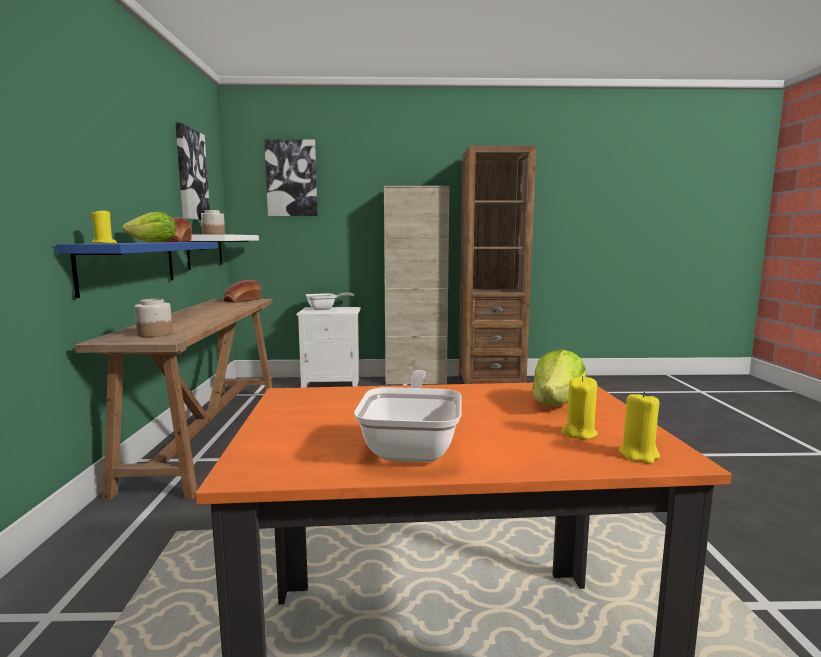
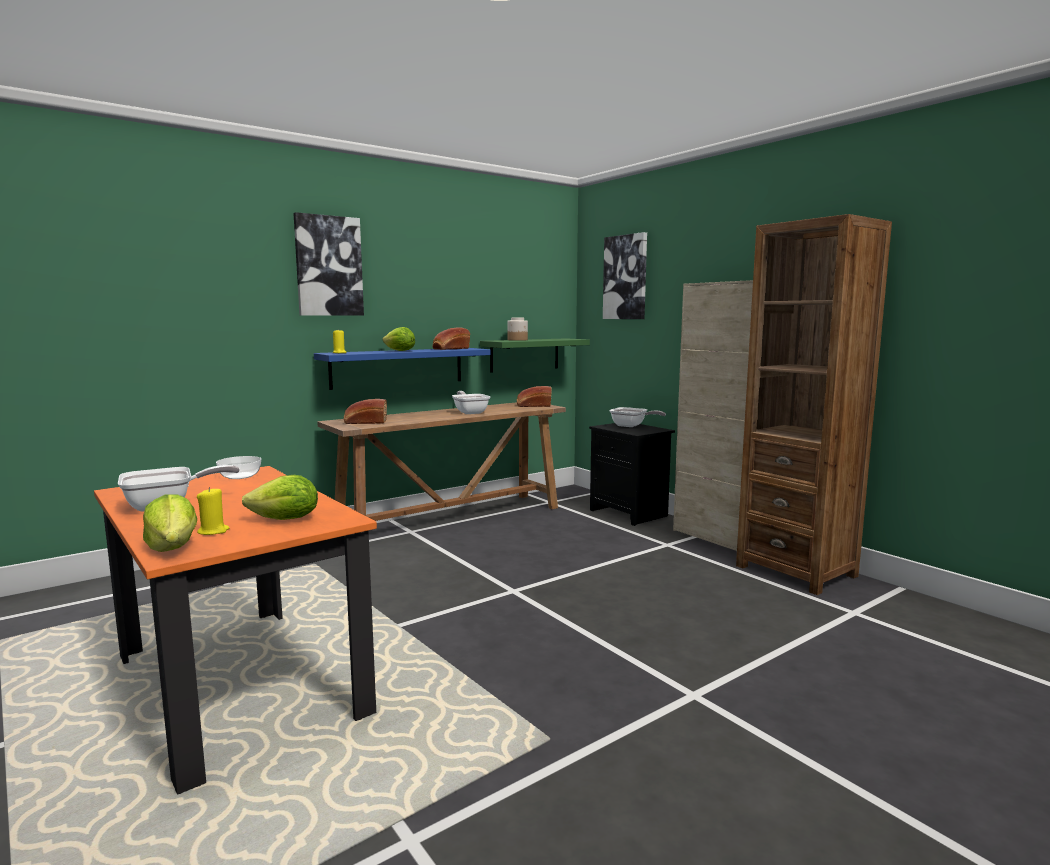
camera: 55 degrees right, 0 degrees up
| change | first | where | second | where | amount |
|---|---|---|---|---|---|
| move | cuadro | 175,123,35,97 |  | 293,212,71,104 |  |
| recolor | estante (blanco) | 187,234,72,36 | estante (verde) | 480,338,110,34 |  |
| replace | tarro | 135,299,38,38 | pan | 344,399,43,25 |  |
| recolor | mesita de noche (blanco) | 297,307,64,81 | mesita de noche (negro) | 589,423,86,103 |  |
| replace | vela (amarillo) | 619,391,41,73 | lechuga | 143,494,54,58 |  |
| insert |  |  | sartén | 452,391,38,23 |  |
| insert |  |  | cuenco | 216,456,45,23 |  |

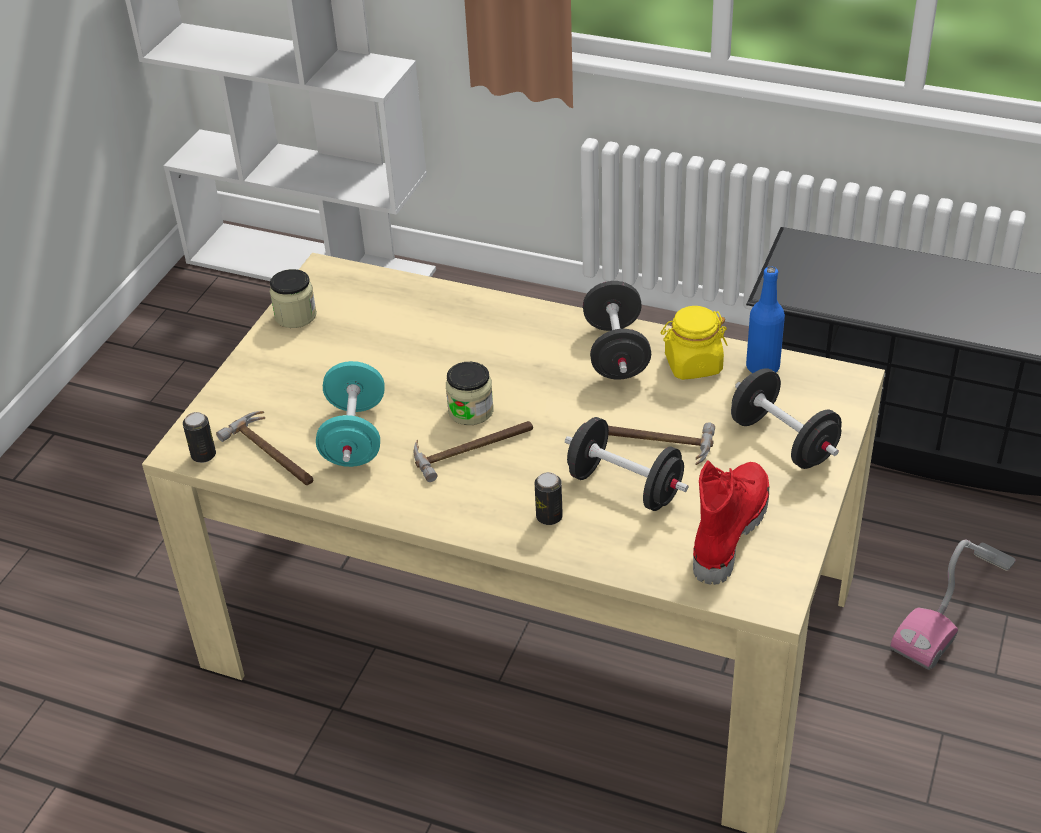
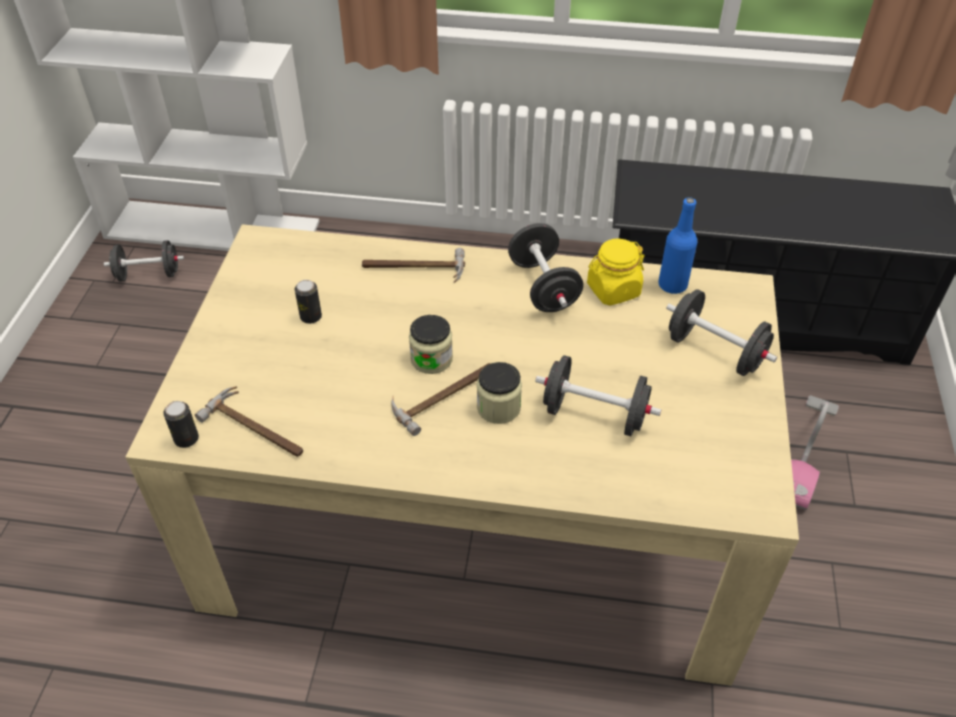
camera: 15 degrees left, 5 degrees up
| change | first | where | second | where | amount |
|---|---|---|---|---|---|
| move | tarro | 270,269,47,59 |  | 477,362,45,62 |  |
| delete | mancuerna (turquesa) | 316,361,69,106 |  |  |  |
| move | martillo | 608,422,107,43 |  | 362,248,103,35 |  |
| delete | bota (rojo) | 693,460,76,125 |  |  |  |
| move | lata | 535,472,28,53 |  | 295,280,27,44 |  |
| insert |  |  | mancuerna (negro) | 104,240,80,42 |  |

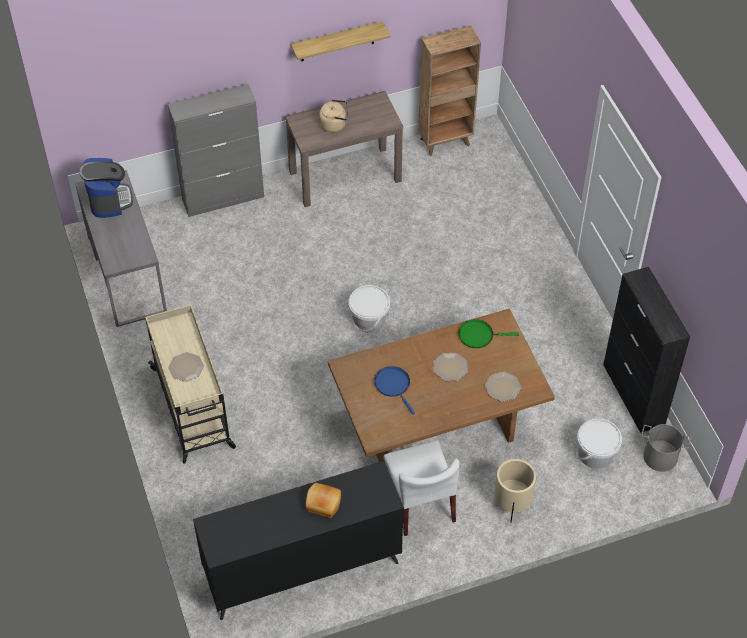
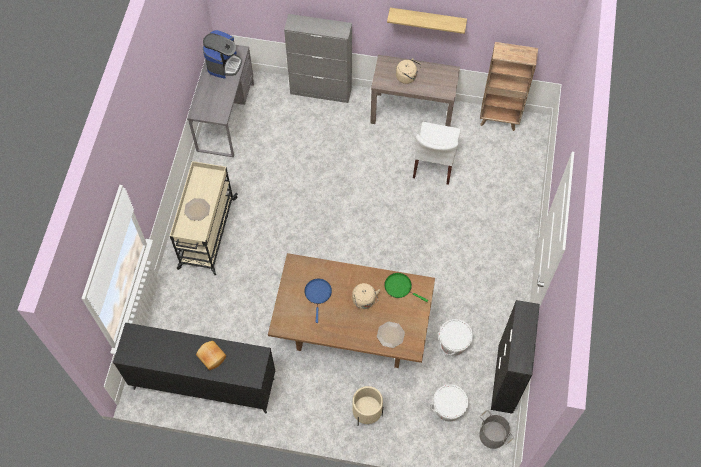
camera: 30 degrees right, 10 degrees up
| change | first | where | second | where | amount |
|---|---|---|---|---|---|
| move | cubo (blanco) | 348,285,42,48 |  | 439,319,34,37 |  |
| replace | plato | 433,353,35,28 | hervidor (beis) | 352,283,28,26 |  |
| move | silla (blanco) | 383,441,77,95 |  | 413,122,48,63 |  |

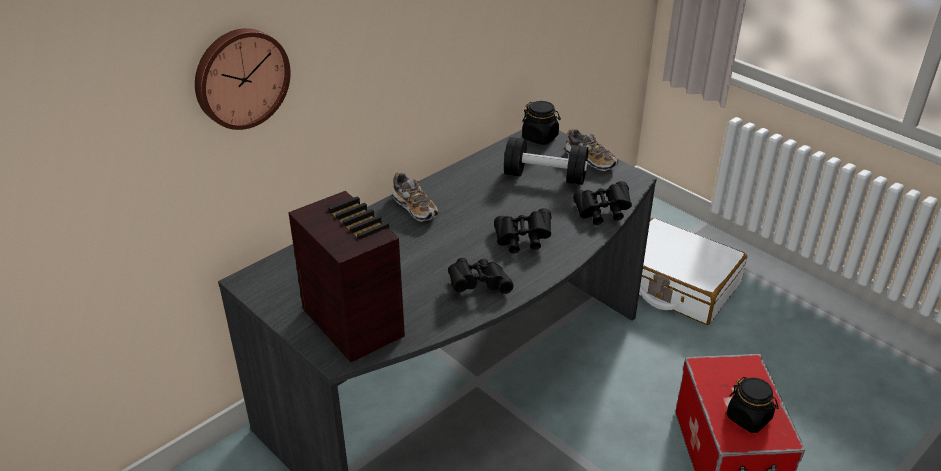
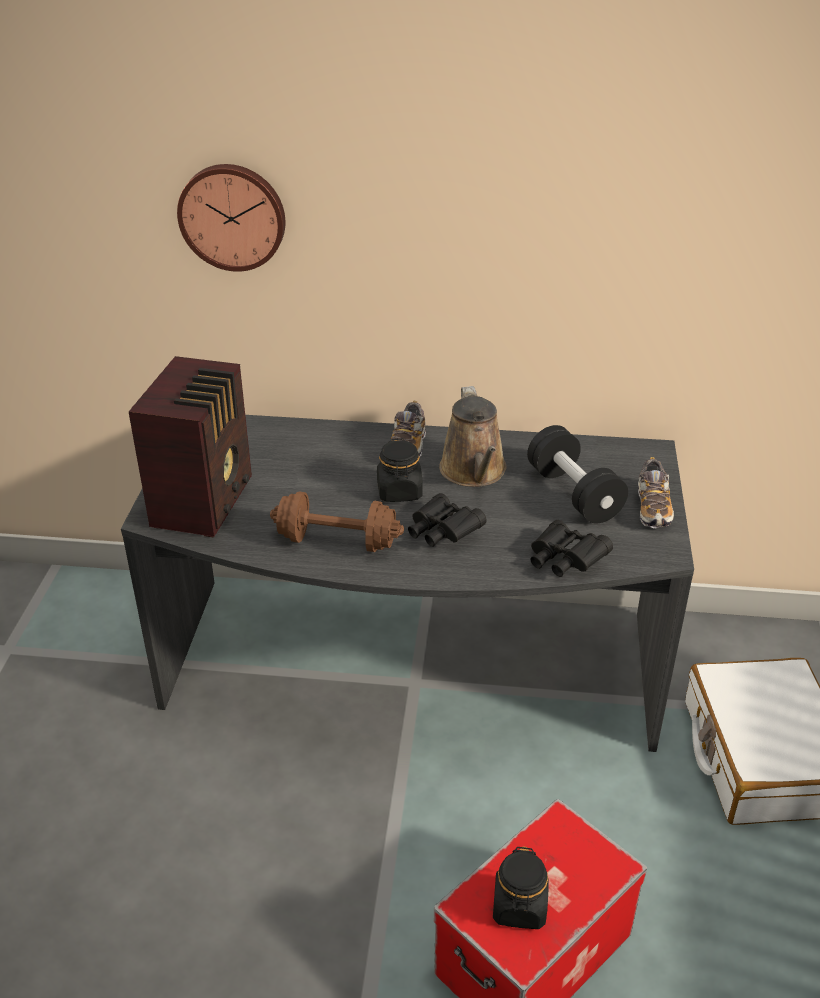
camera: 50 degrees right, 0 degrees up
| change | first | where | second | where | amount |
|---|---|---|---|---|---|
| move | tarro (negro) | 522,101,39,44 |  | 377,438,46,64 |  |
| replace | prismáticos (negro) | 448,258,65,36 | mancuerna (marrón) | 270,491,134,61 |  |
| insert |  |  | regadera (marrón) | 439,386,68,101 |  |

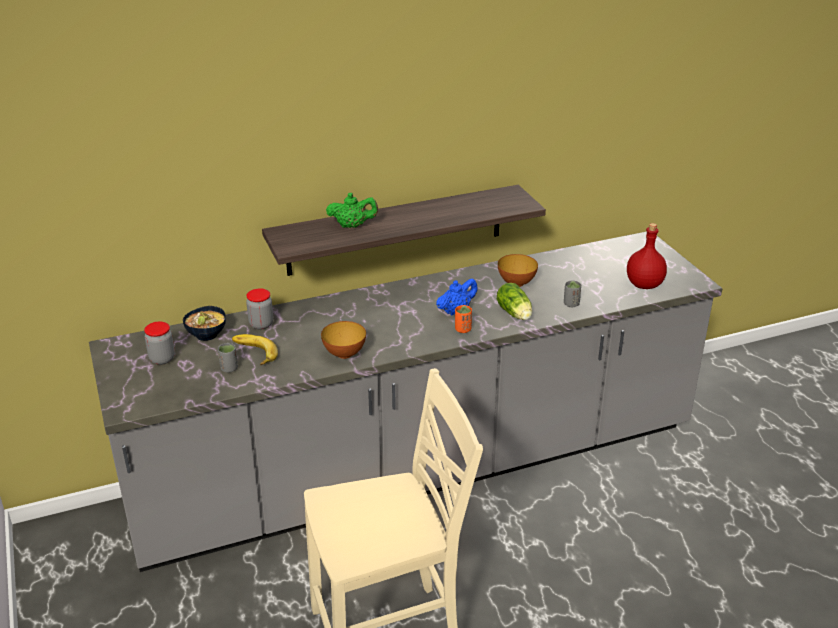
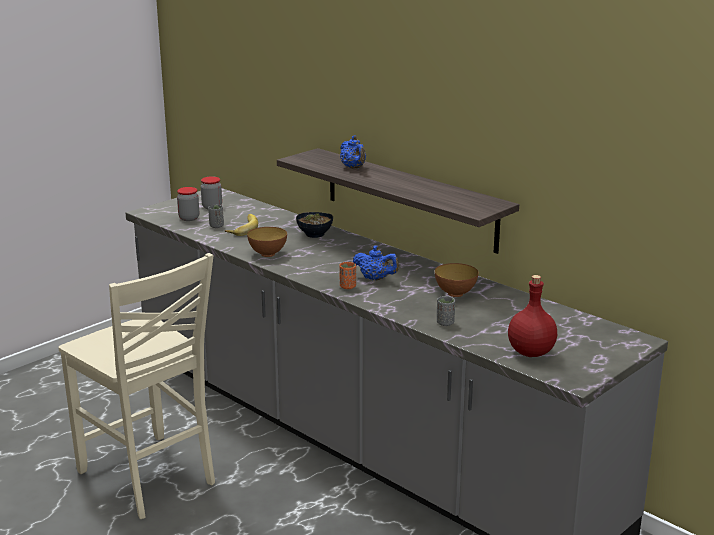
camera: 65 degrees right, 10 degrees down
| change | first | where | second | where | amount |
|---|---|---|---|---|---|
| recolor | tetera (verde) | 326,193,52,35 | tetera (azul) | 340,135,26,34 |  |
| delete | lechuga | 497,283,35,37 |  |  |  |
| move | tarro | 246,288,27,41 |  | 177,187,22,34 |  |
| move | cuenco | 183,306,43,35 |  | 296,212,37,26 |  |

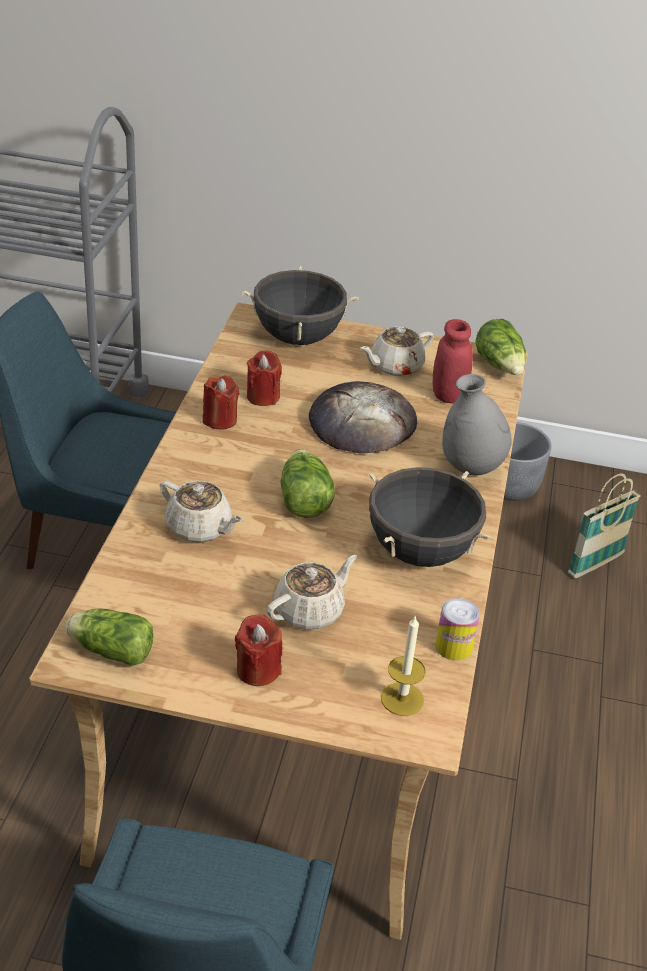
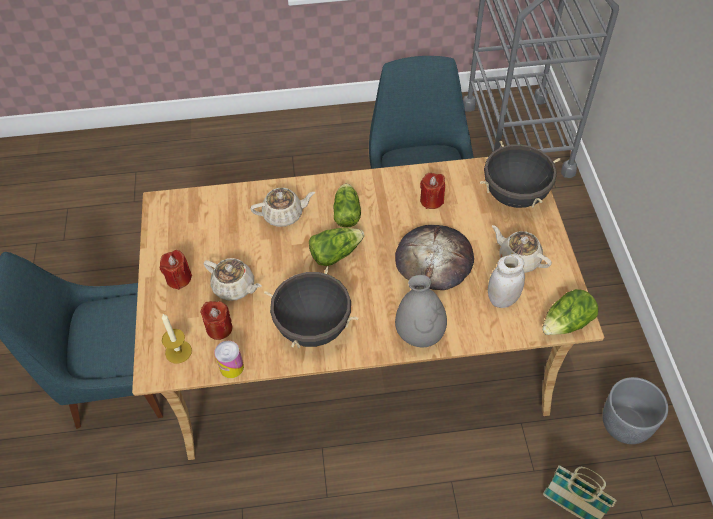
camera: 75 degrees right, 15 degrees up
| change | first | where | second | where | amount |
|---|---|---|---|---|---|
| recolor | tarro (rojo) | 433,319,40,84 | tarro (blanco) | 488,254,37,54 |  |
| move | vela (rojo) | 202,375,37,55 |  | 200,301,32,39 |  |
| rotate | tetera (beis) | 160,480,84,62 |  | 250,188,66,39 | 120 degrees counterclockwise |
| move | lechuga | 66,609,87,57 |  | 333,184,28,44 |  |

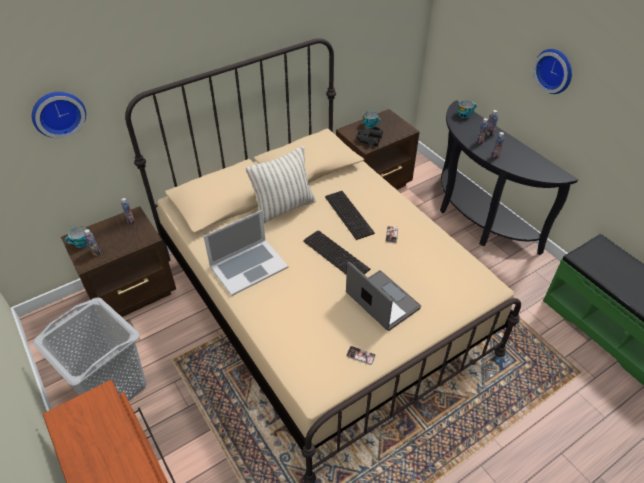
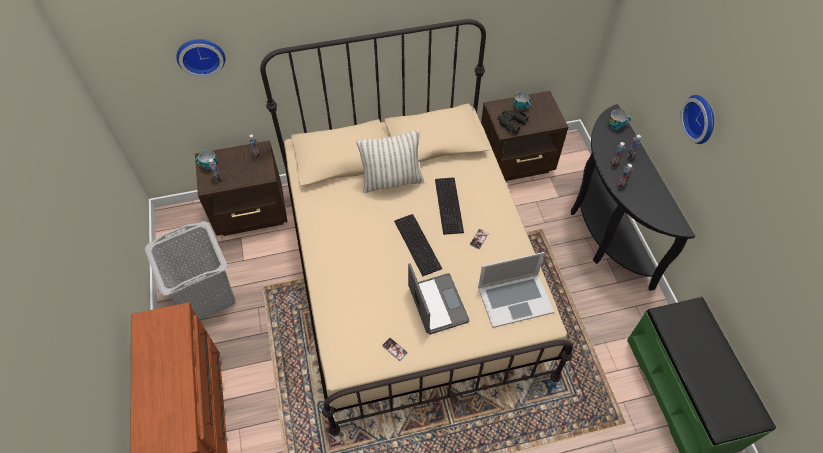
camera: 20 degrees right, 10 degrees up
| change | first | where | second | where | amount |
|---|---|---|---|---|---|
| move | portátil | 203,210,85,86 |  | 478,252,76,76 |  |

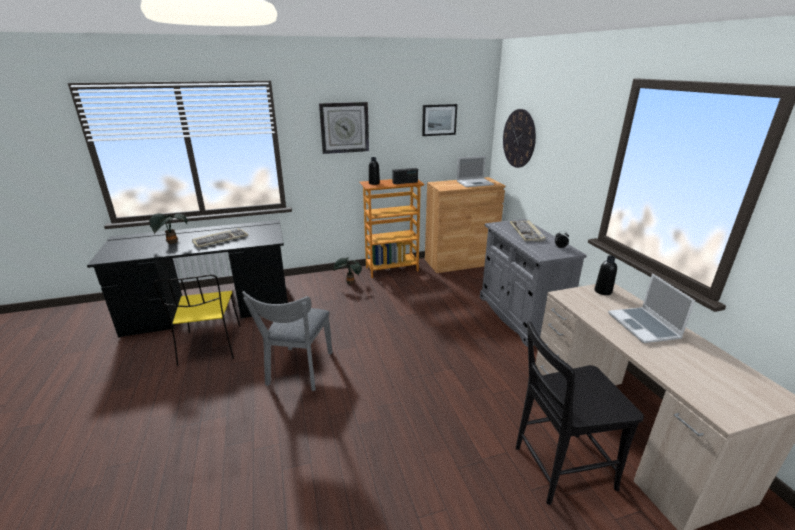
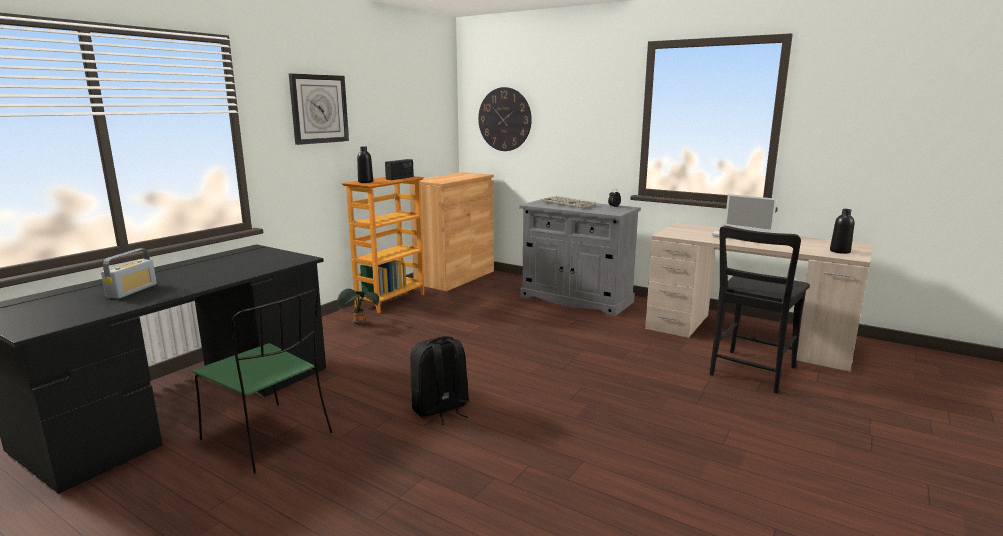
camera: 40 degrees left, 10 degrees down
| change | first | where | second | where | amount |
|---|---|---|---|---|---|
| delete | cuadro | 422,104,35,32 |  |  |  |
| delete | portátil | 457,156,37,31 |  |  |  |
| replace | planta en maceta | 149,213,38,31 | radio | 101,249,56,50 |  |
| delete | teclado | 192,228,56,20 |  |  |  |
| move | botella (negro) | 595,256,22,39 |  | 830,209,24,45 |  |
| recolor | silla (amarillo) | 154,275,87,91 | silla (verde) | 192,289,140,185 |  |
| replace | silla (gris) | 242,291,91,100 | mochila (negro) | 410,336,60,89 |  |

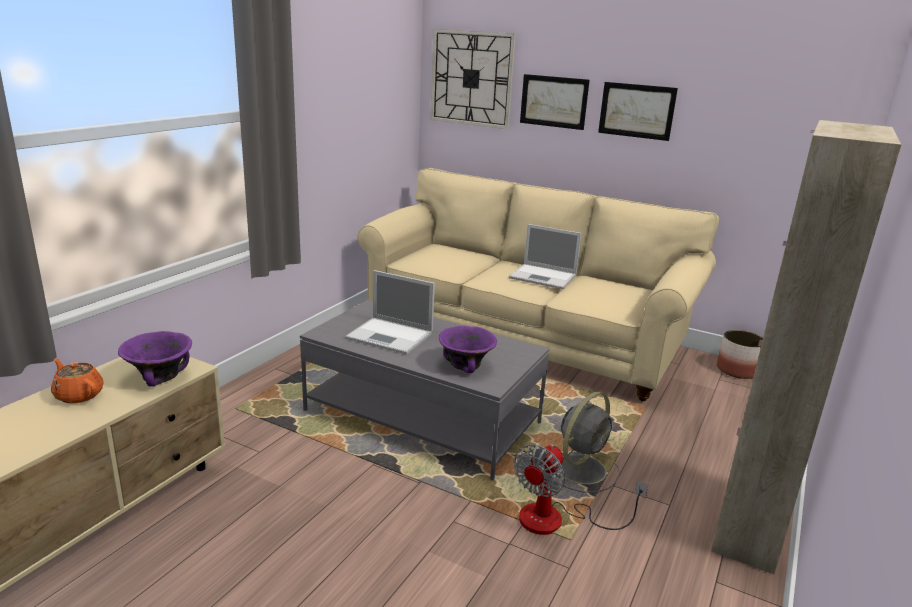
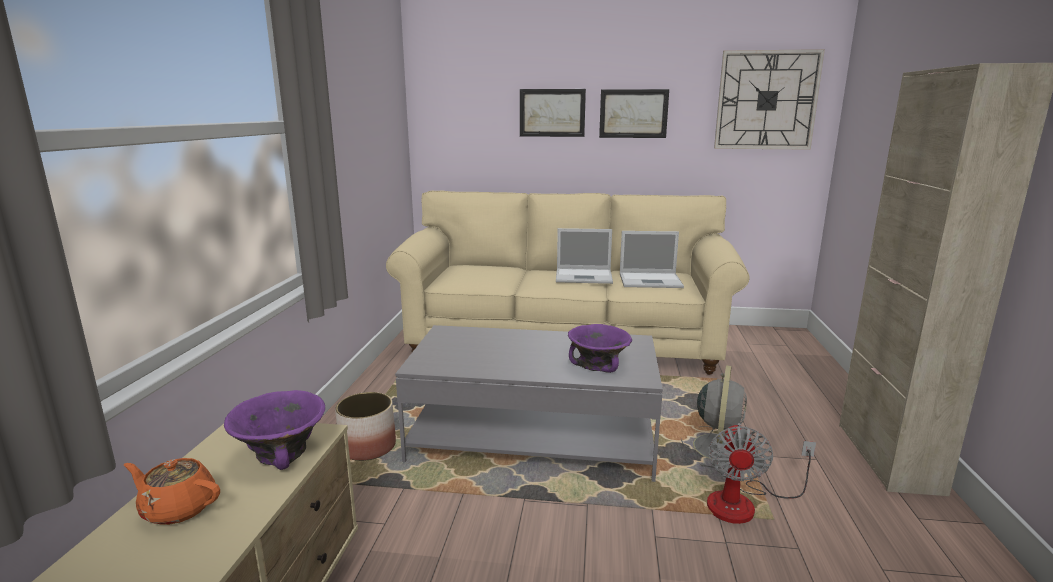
camera: 20 degrees left, 5 degrees down
| change | first | where | second | where | amount |
|---|---|---|---|---|---|
| move | reloj de pared | 430,29,86,100 |  | 714,49,111,101 |  |
| move | portátil | 345,270,90,84 |  | 620,231,64,57 |  |
| move | maceta | 717,330,46,49 |  | 335,392,61,69 |  |

